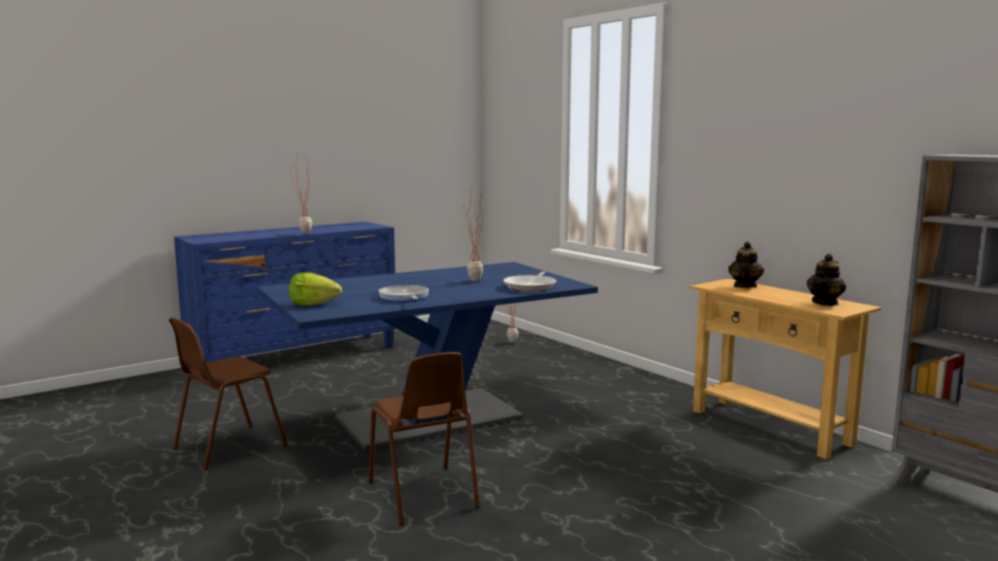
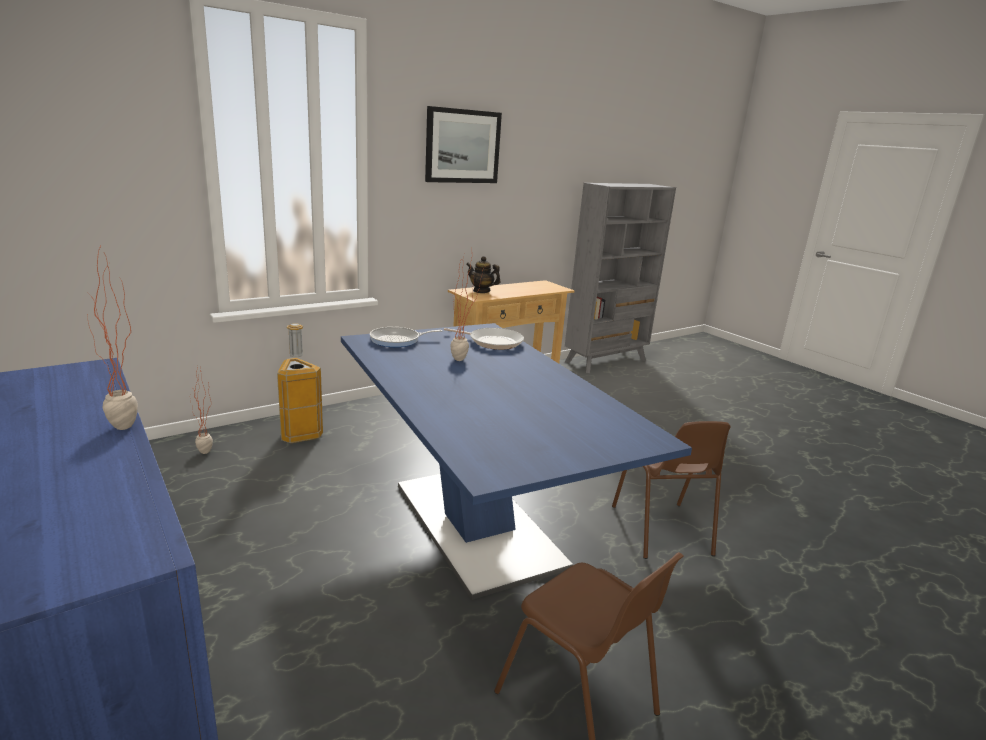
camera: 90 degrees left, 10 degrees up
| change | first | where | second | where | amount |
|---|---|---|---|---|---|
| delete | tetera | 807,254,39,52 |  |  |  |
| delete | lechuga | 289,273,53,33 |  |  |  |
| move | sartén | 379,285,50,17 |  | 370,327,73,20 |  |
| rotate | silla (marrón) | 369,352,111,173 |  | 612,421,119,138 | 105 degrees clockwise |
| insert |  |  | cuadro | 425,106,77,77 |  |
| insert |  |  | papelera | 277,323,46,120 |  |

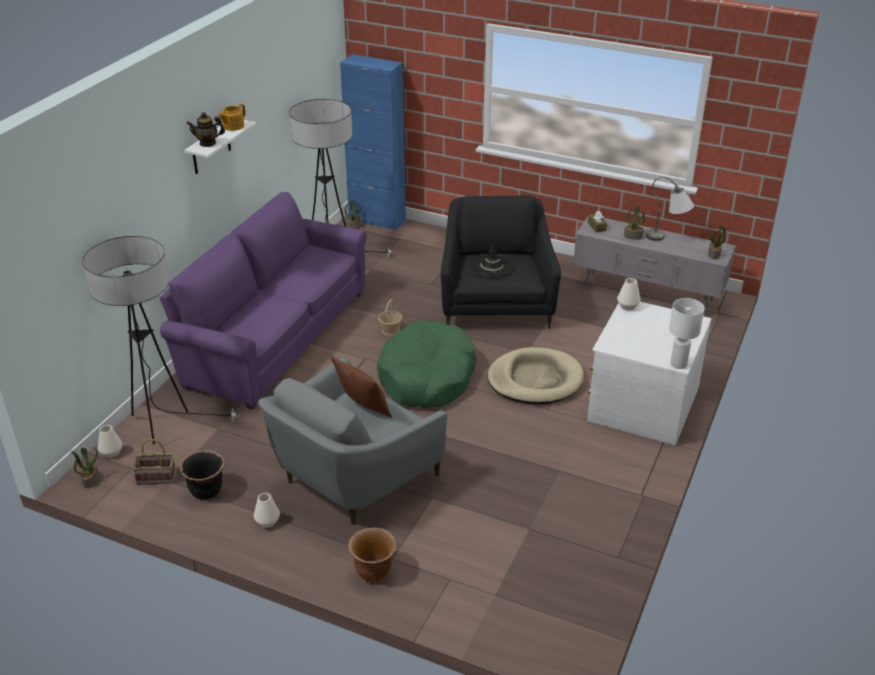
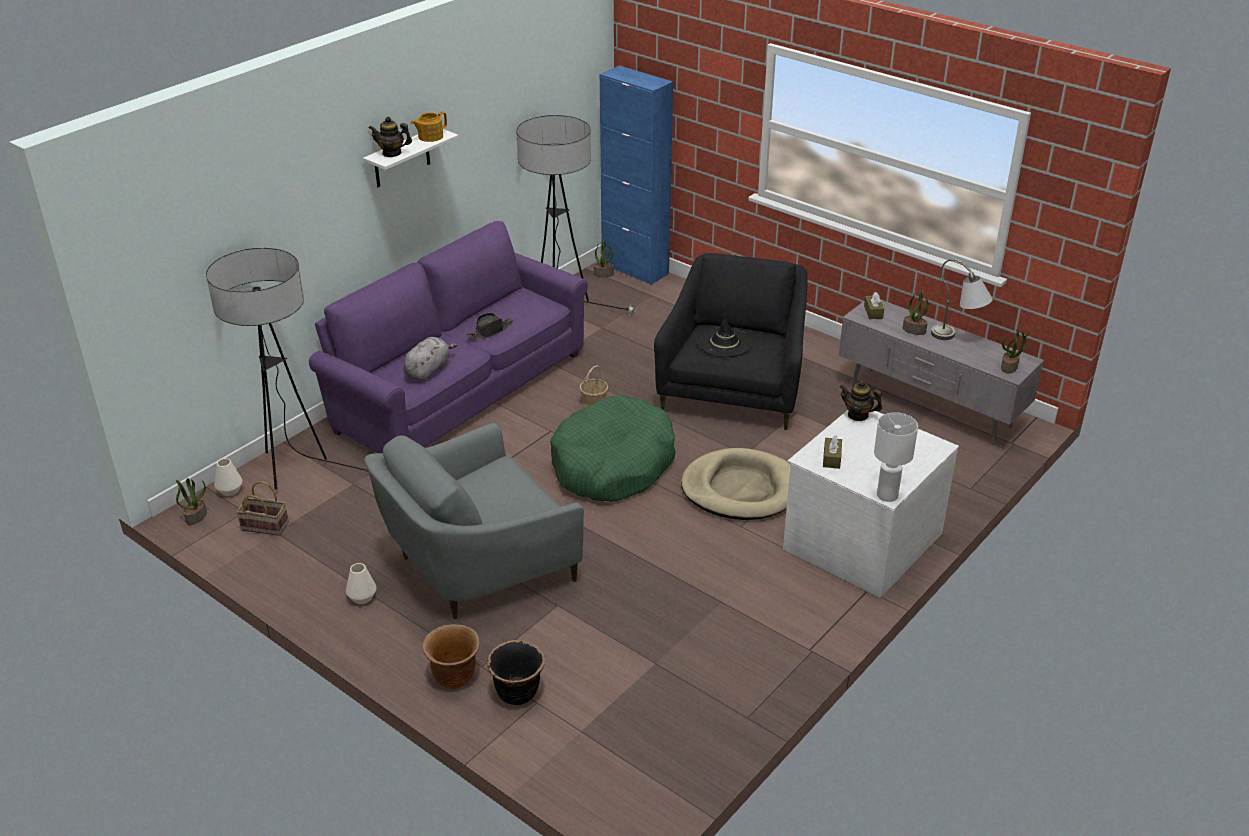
camera: 15 degrees right, 0 degrees up
| change | first | where | second | where | amount |
|---|---|---|---|---|---|
| replace | florero (blanco) | 617,278,24,33 | tetera | 839,380,43,41 |  |
| delete | cojín (marrón) | 331,356,61,62 |  |  |  |
| move | maceta (negro) | 180,450,45,50 |  | 487,640,58,65 |  |
| insert |  |  | sombrero (negro) | 466,313,47,26 |  |
| insert |  |  | peluche (gris) | 403,337,55,44 |  |
| insert |  |  | caja de pañuelos (marrón) | 823,435,19,34 |  |

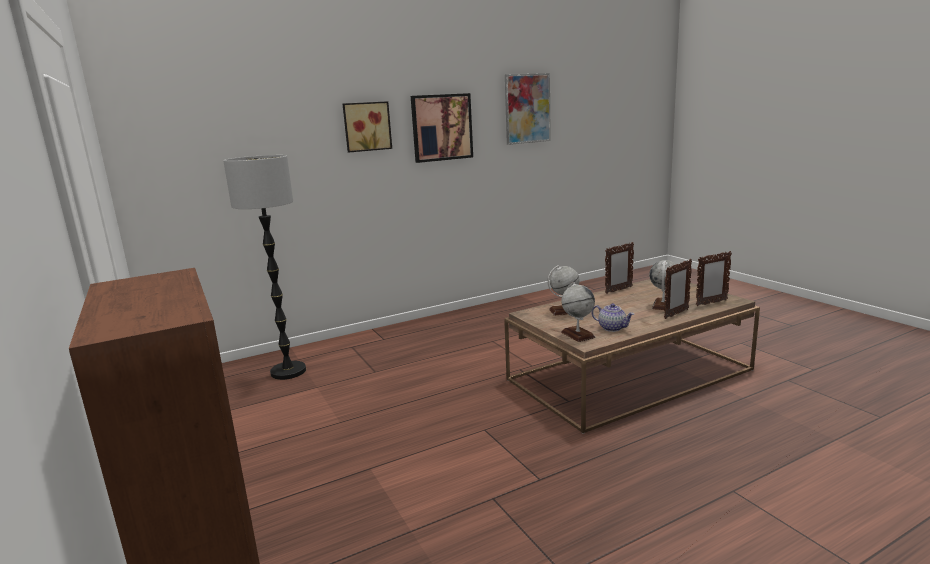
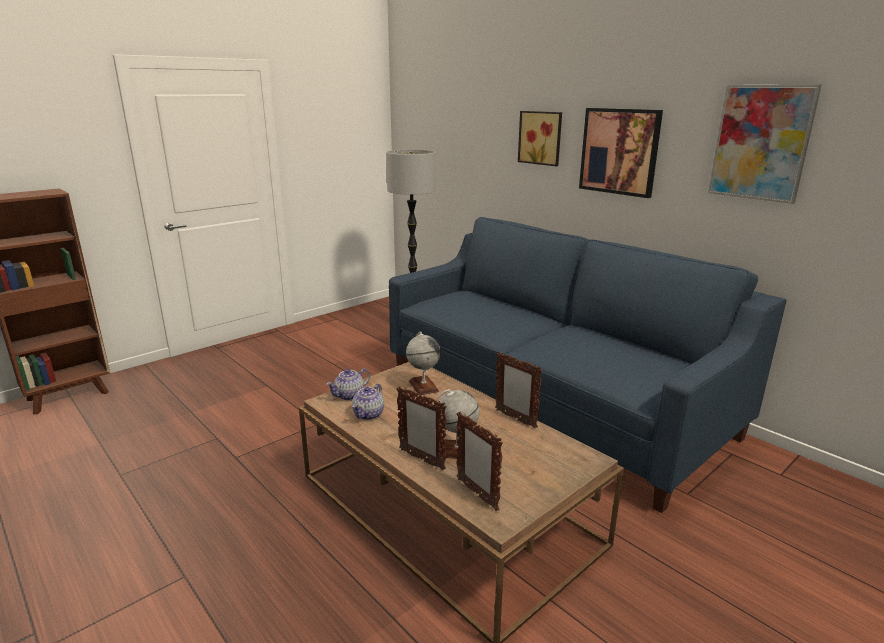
camera: 75 degrees right, 5 degrees up
| change | first | where | second | where | amount |
|---|---|---|---|---|---|
| replace | globo terráqueo | 561,282,34,60 | tetera | 327,368,43,33 |  |
| insert |  |  | sofá (azul) | 389,217,397,296 |  |

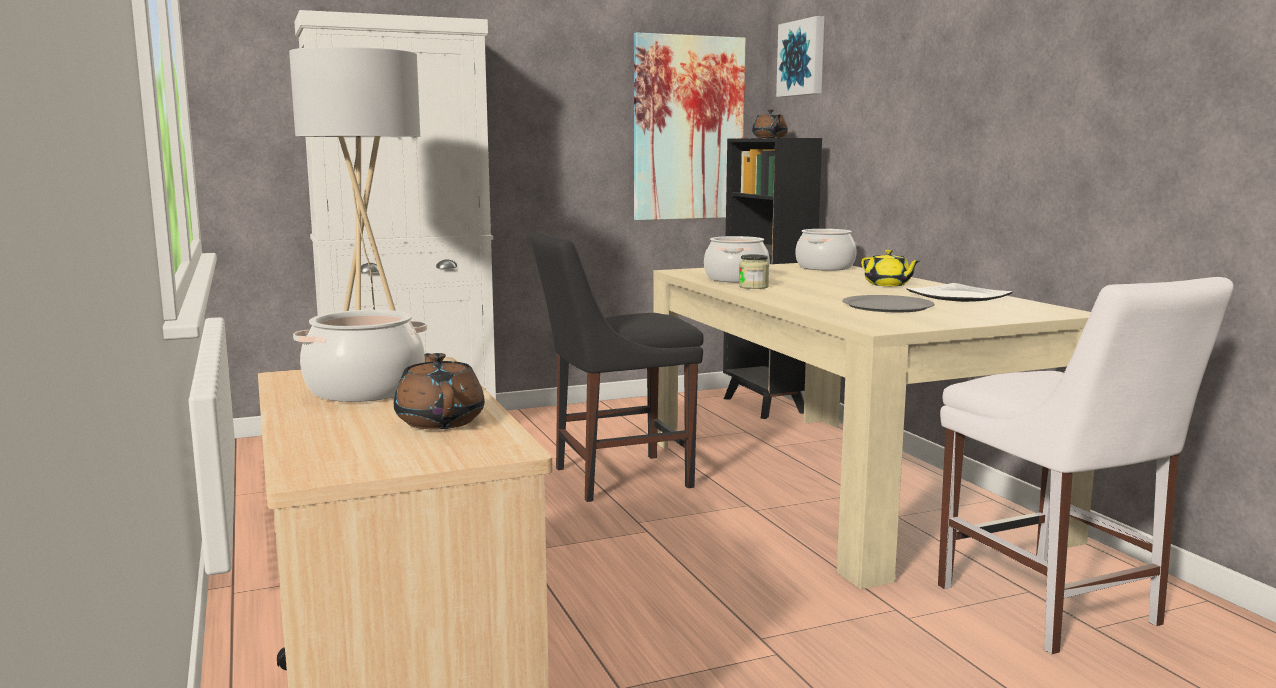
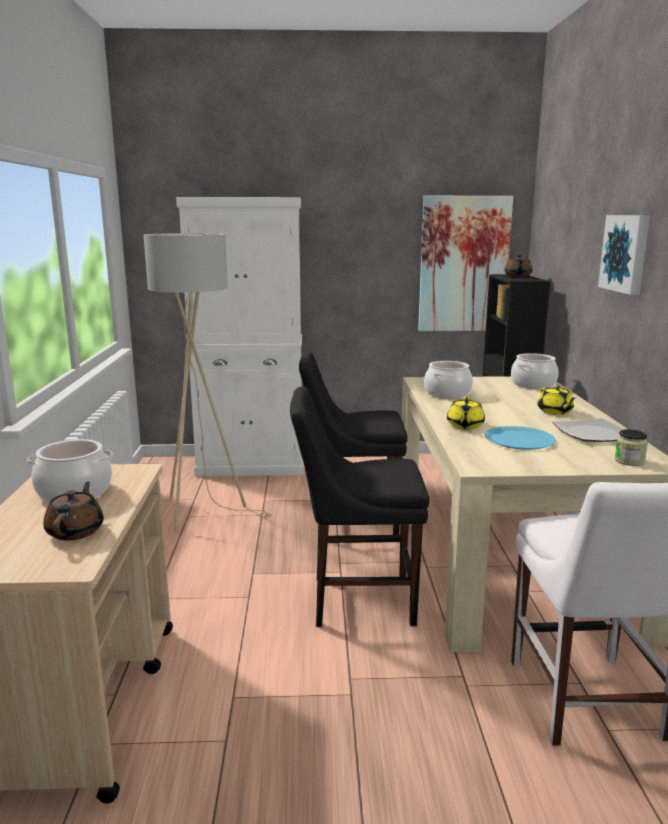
camera: 20 degrees right, 5 degrees up
| change | first | where | second | where | amount |
|---|---|---|---|---|---|
| move | cuadro | 776,16,48,81 |  | 598,215,52,80 |  |
| move | tarro | 739,254,30,35 |  | 615,429,33,37 |  |
| recolor | plato (gris) | 842,295,93,17 | plato (azul) | 485,426,71,24 |  |
| insert |  |  | silla (negro) | 290,387,139,240 |  |
| insert |  |  | tetera (amarillo) | 447,397,38,32 |  |

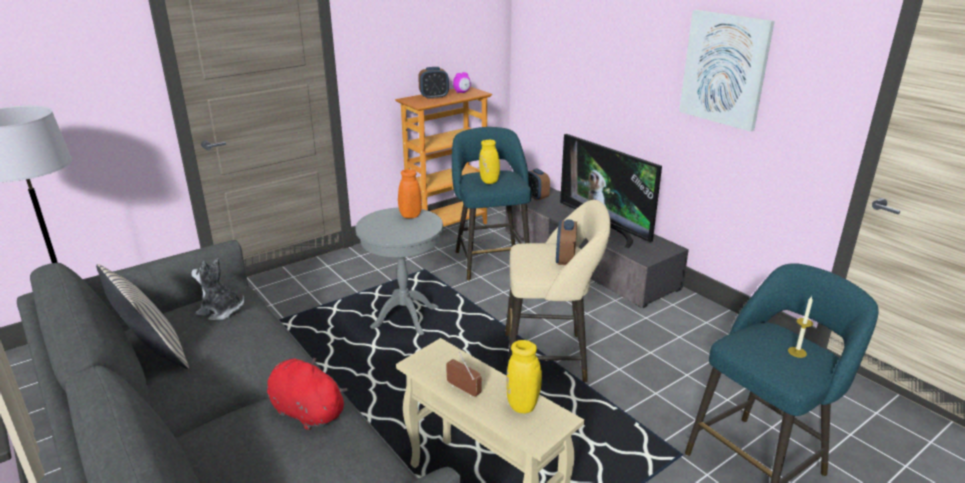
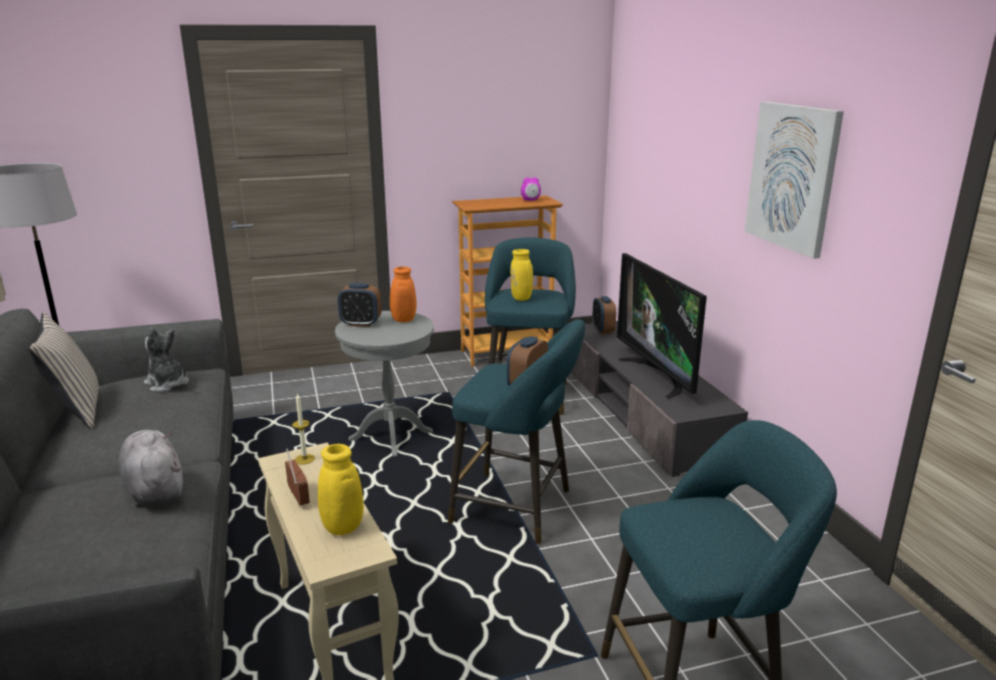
camera: 20 degrees right, 5 degrees down
| change | first | where | second | where | amount |
|---|---|---|---|---|---|
| move | despertador | 418,67,31,32 |  | 338,283,44,44 |  |
| recolor | taburete (beis) | 505,200,105,183 | taburete (turquesa) | 448,319,137,226 |  |
| move | vela | 788,296,25,62 |  | 292,393,23,72 |  |
| recolor | peluche (rojo) | 267,358,80,72 | peluche (gris) | 118,430,65,77 |  |

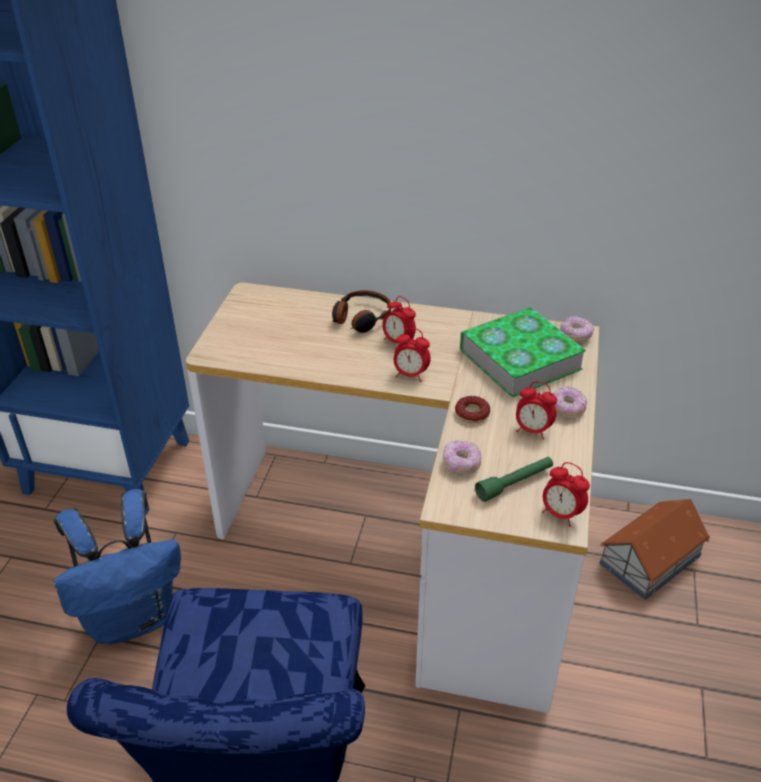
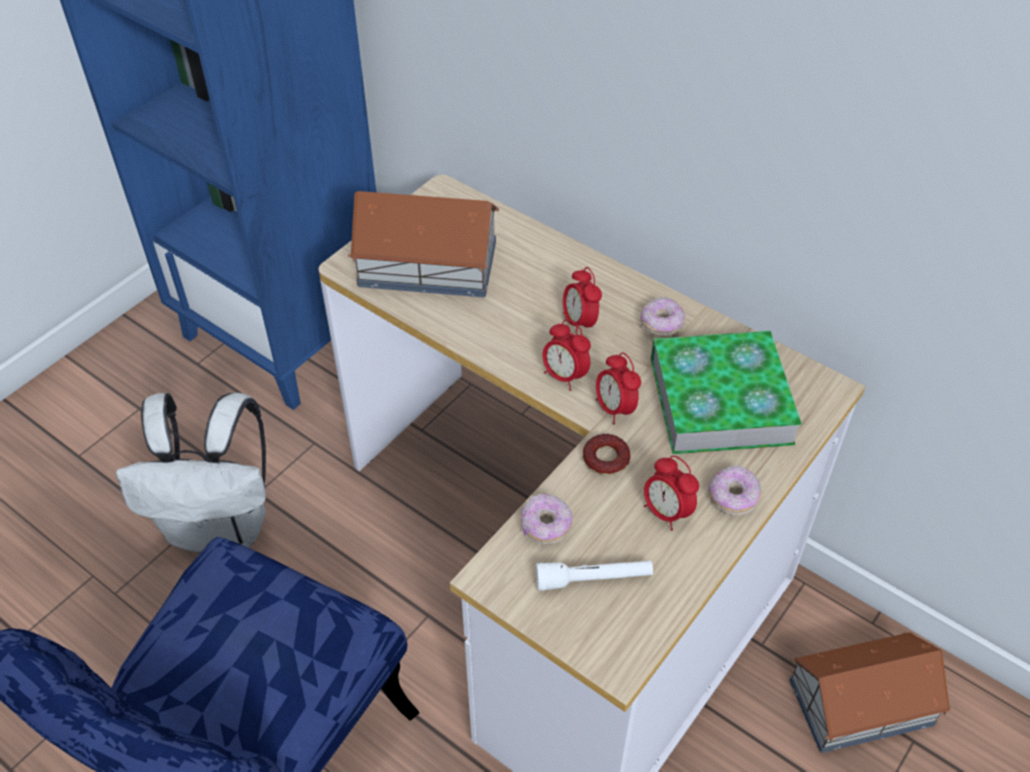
camera: 25 degrees right, 10 degrees up
| change | first | where | second | where | amount |
|---|---|---|---|---|---|
| delete | auriculares | 332,290,59,43 |  |  |  |
| move | rosquilla | 560,316,34,26 |  | 640,297,45,40 |  |
| recolor | linterna (verde) | 475,457,78,45 | linterna (blanco) | 536,560,117,31 |  |
| move | despertador | 542,462,48,65 |  | 596,352,45,72 |  |
| recolor | mochila (azul) | 53,489,128,156 | mochila (blanco) | 116,393,150,160 |  |
| insert |  |  | casita | 348,191,151,106 |  |

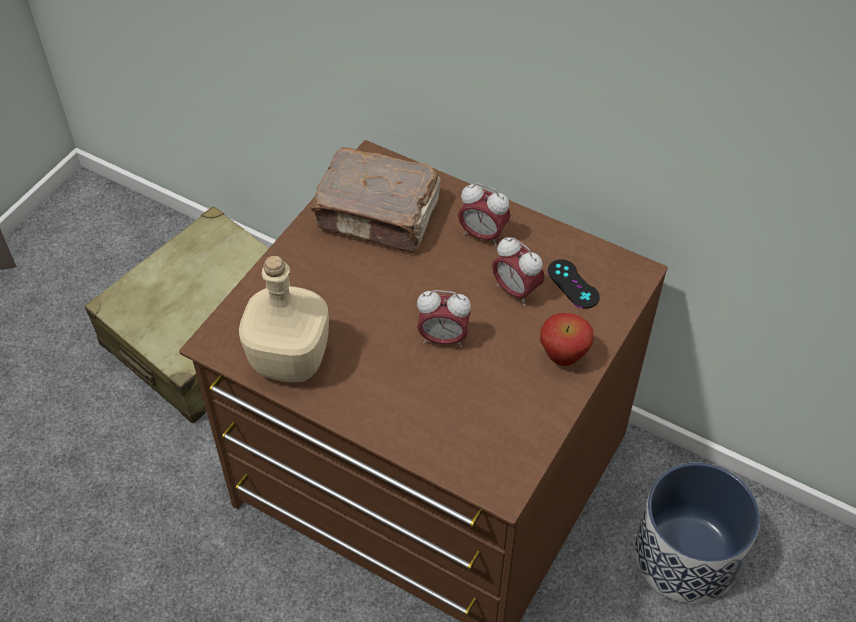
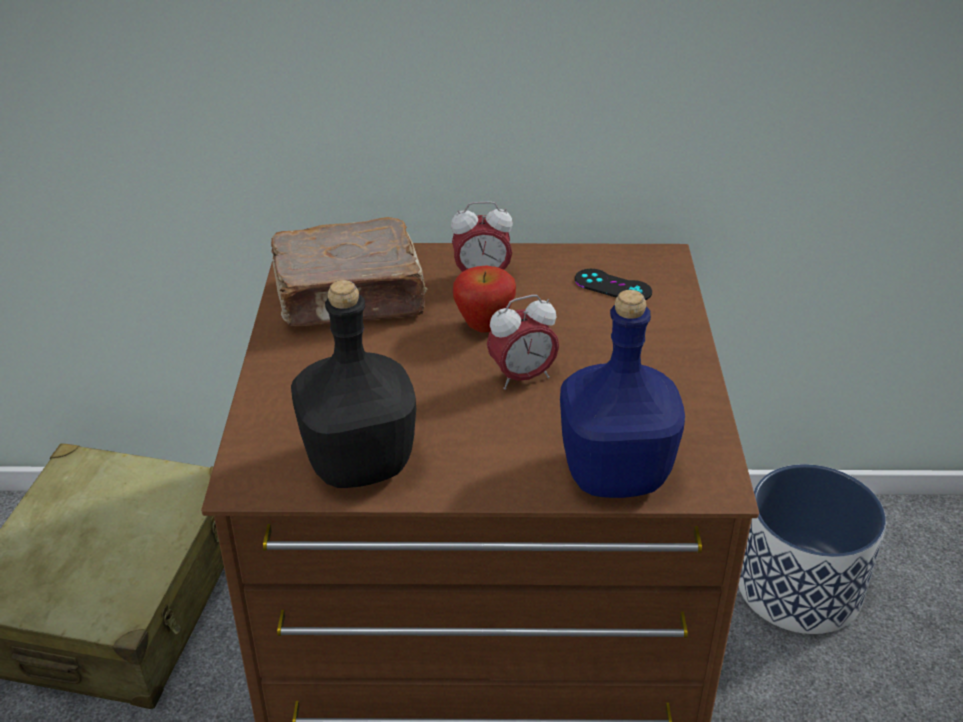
camera: 30 degrees left, 15 degrees down
| change | first | where | second | where | amount |
|---|---|---|---|---|---|
| delete | despertador | 492,237,52,69 |  |  |  |
| recolor | botella (beis) | 239,255,90,127 | botella (negro) | 291,280,125,208 |  |
| move | manzana | 540,313,54,53 |  | 453,266,63,67 |  |
| insert |  |  | botella (azul) | 560,290,125,208 |  |

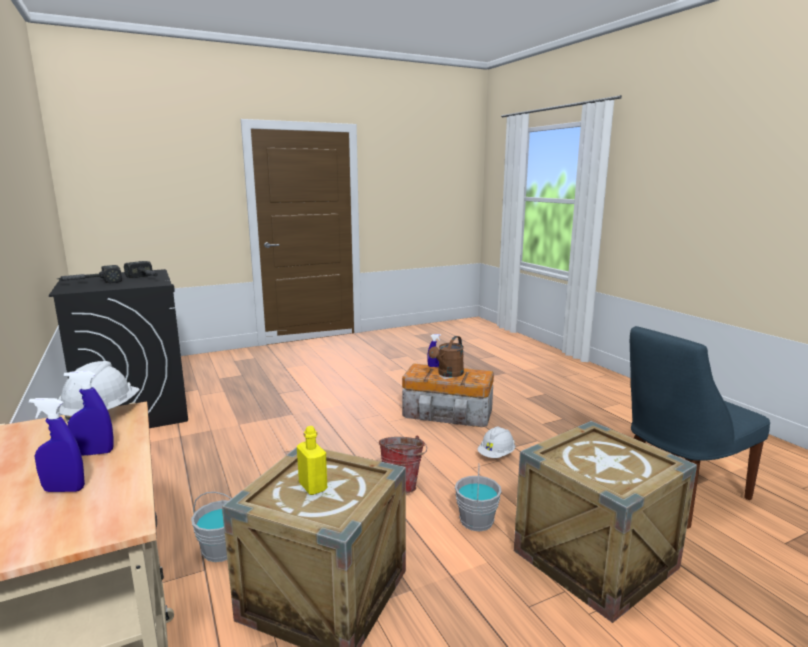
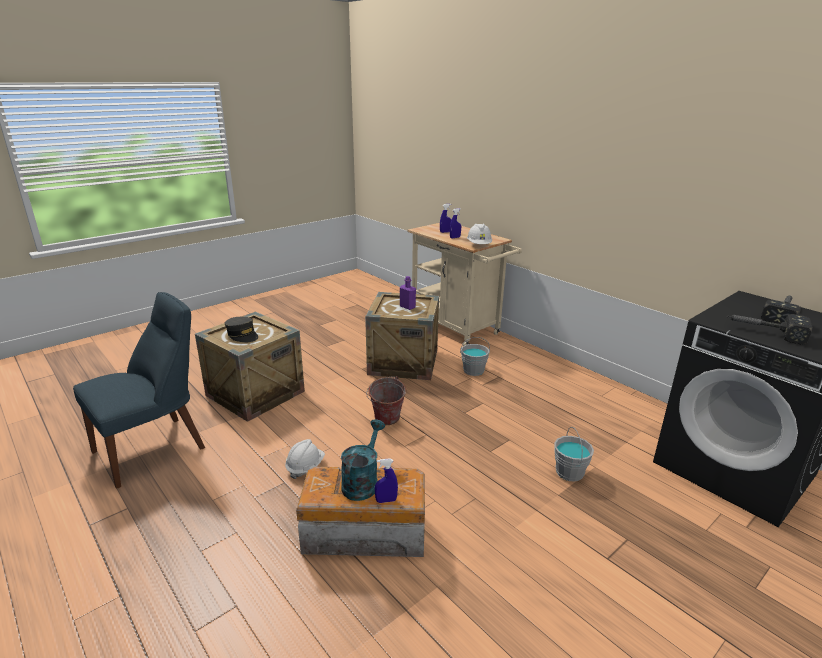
camera: 165 degrees right, 10 degrees up
| change | first | where | second | where | amount |
|---|---|---|---|---|---|
| recolor | regadera (marrón) | 428,336,36,41 | regadera (turquesa) | 341,419,44,82 |  |
| recolor | botella (amarillo) | 297,426,30,69 | botella (morado) | 400,276,16,34 |  |
| move | cubo (gris) | 455,463,47,68 |  | 554,427,40,55 |  |
| insert |  |  | gorra (gris) | 225,317,33,25 |  |

